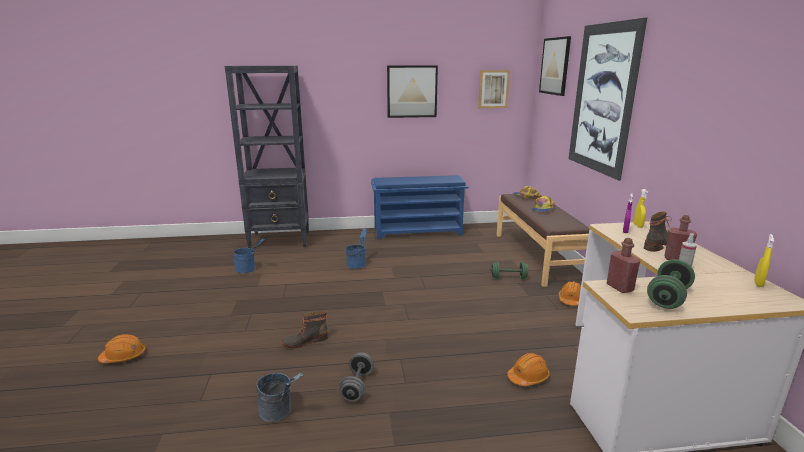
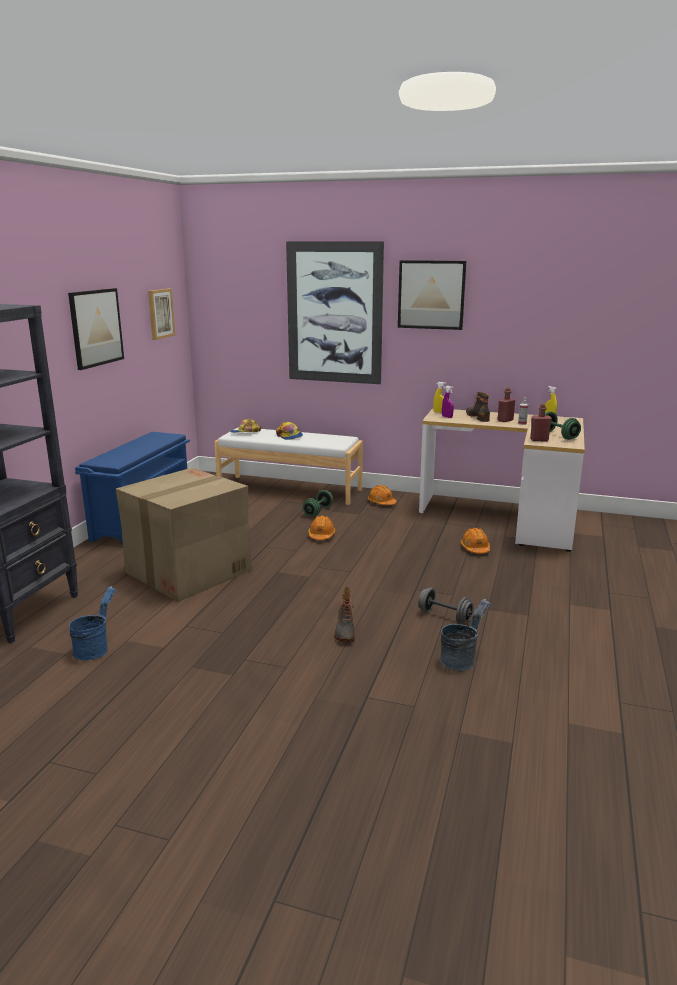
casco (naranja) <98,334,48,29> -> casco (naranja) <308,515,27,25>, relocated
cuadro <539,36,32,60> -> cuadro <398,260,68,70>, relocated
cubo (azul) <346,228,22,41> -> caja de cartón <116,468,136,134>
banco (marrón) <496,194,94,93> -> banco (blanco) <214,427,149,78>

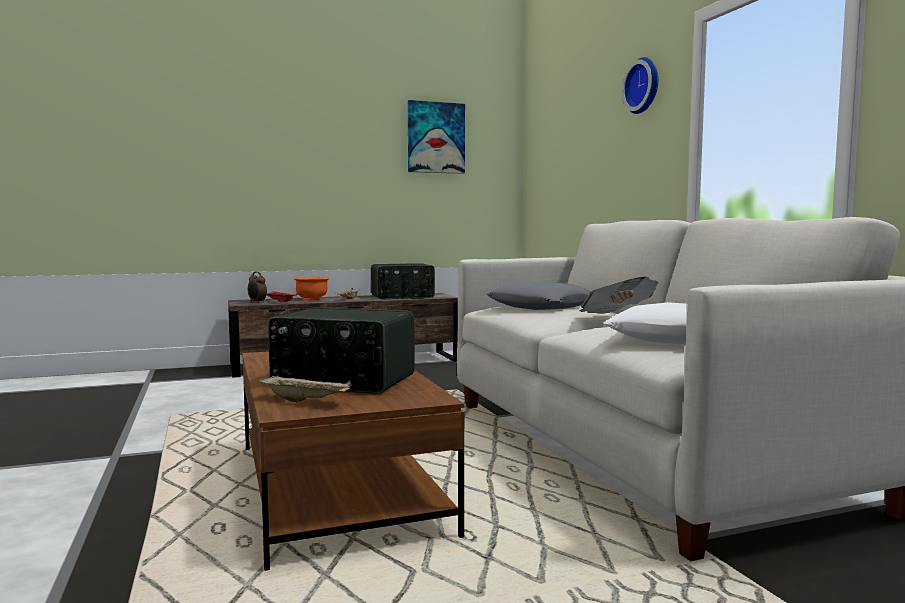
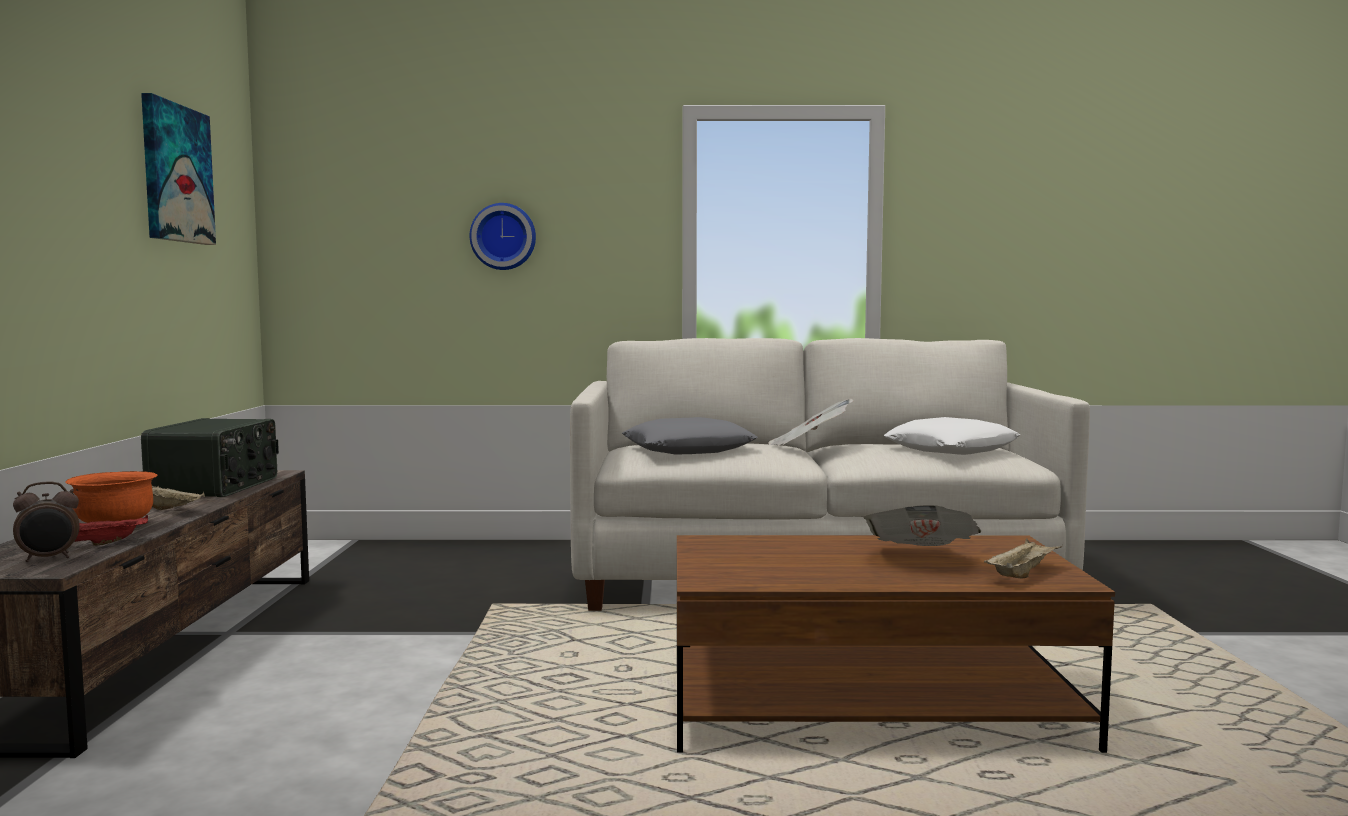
reloj de pared <622,57,36,57> -> reloj de pared <470,203,66,67>, relocated
radio <268,307,147,87> -> periódico <863,505,119,41>

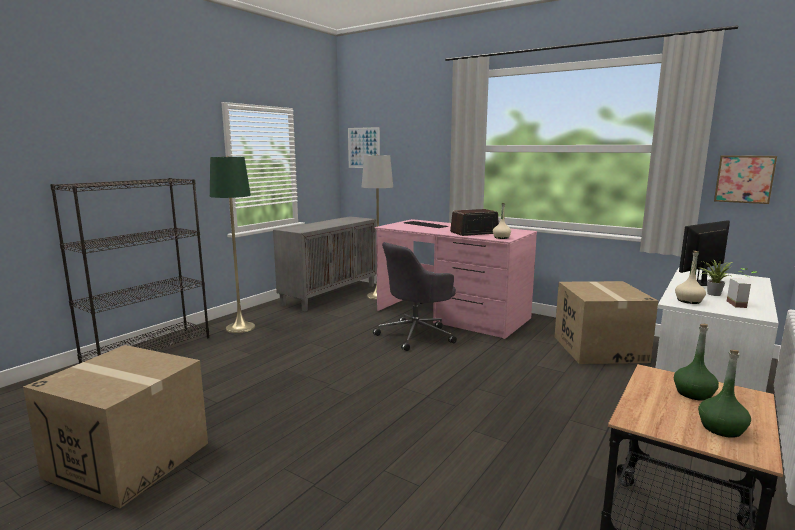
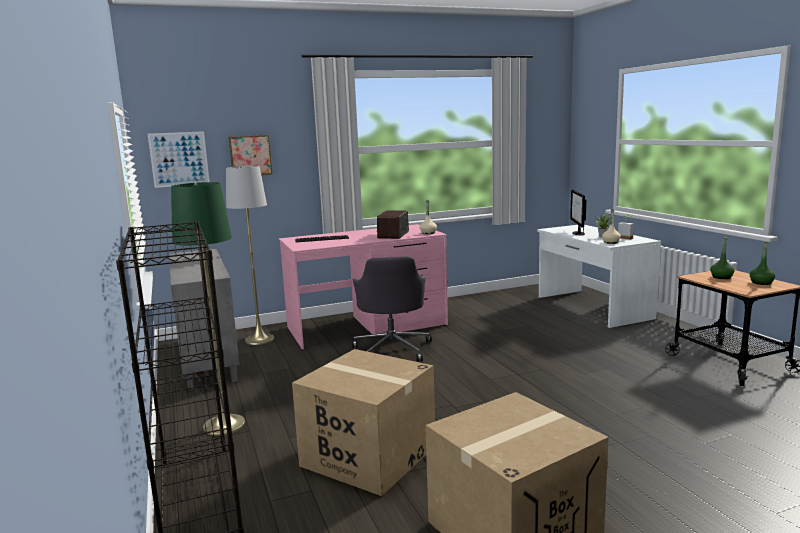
caja de cartón <555,281,103,83> -> caja de cartón <292,349,143,147>, relocated
cuadro <714,156,63,48> -> cuadro <229,135,43,40>, relocated

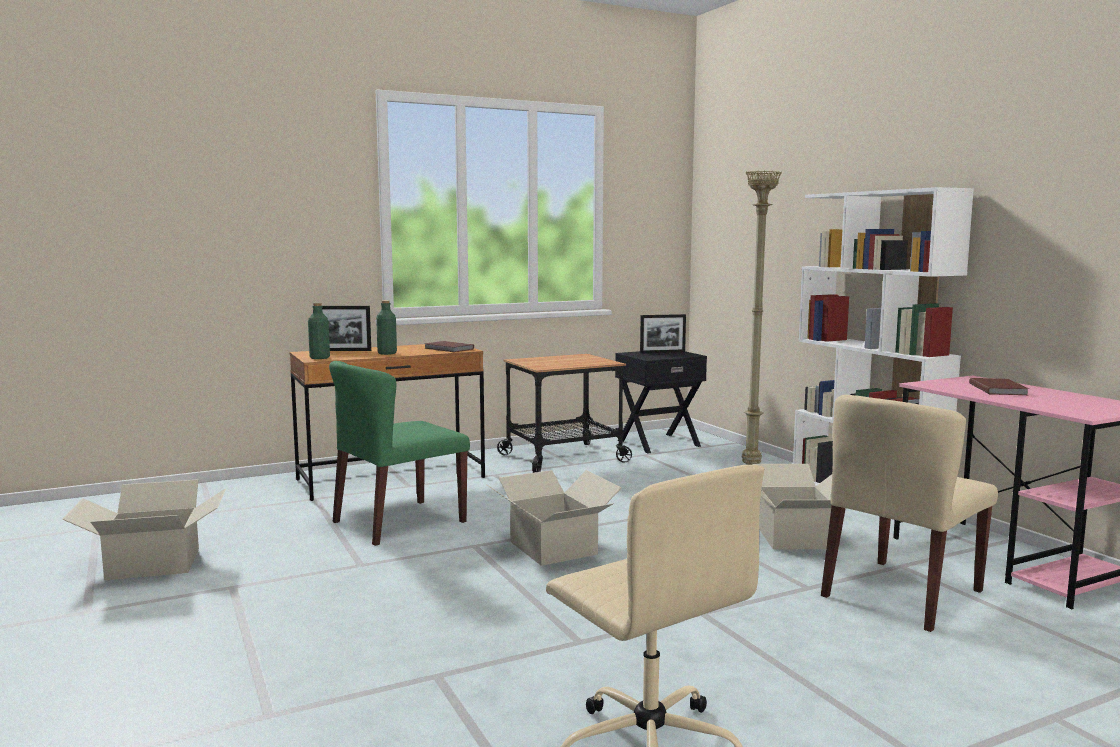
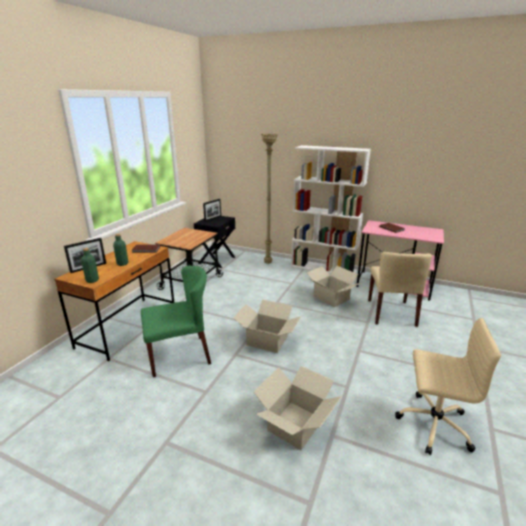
caja de cartón <62,479,164,101> -> caja de cartón <254,366,87,84>, relocated
silla (verde) <329,361,141,185> -> silla (verde) <141,266,70,111>, 120 degrees counterclockwise

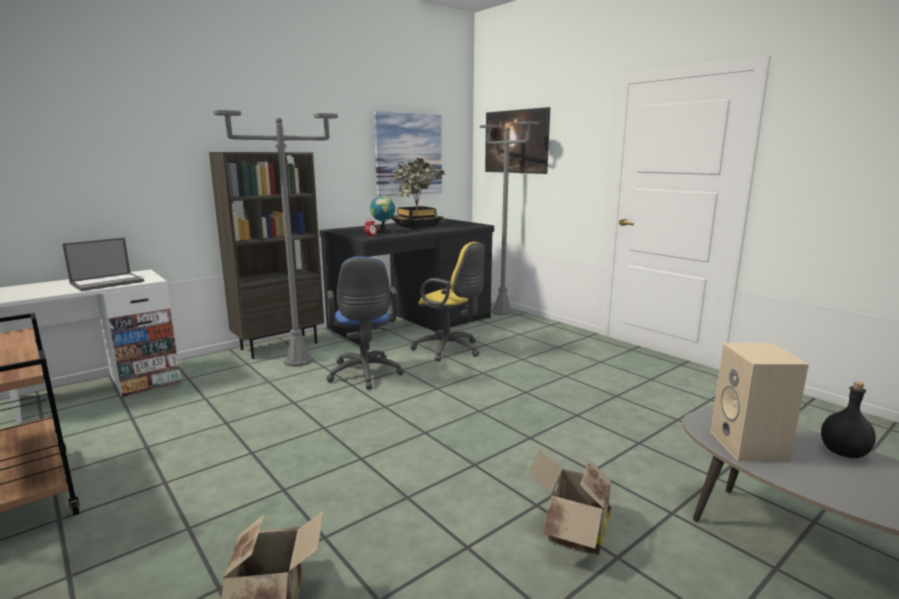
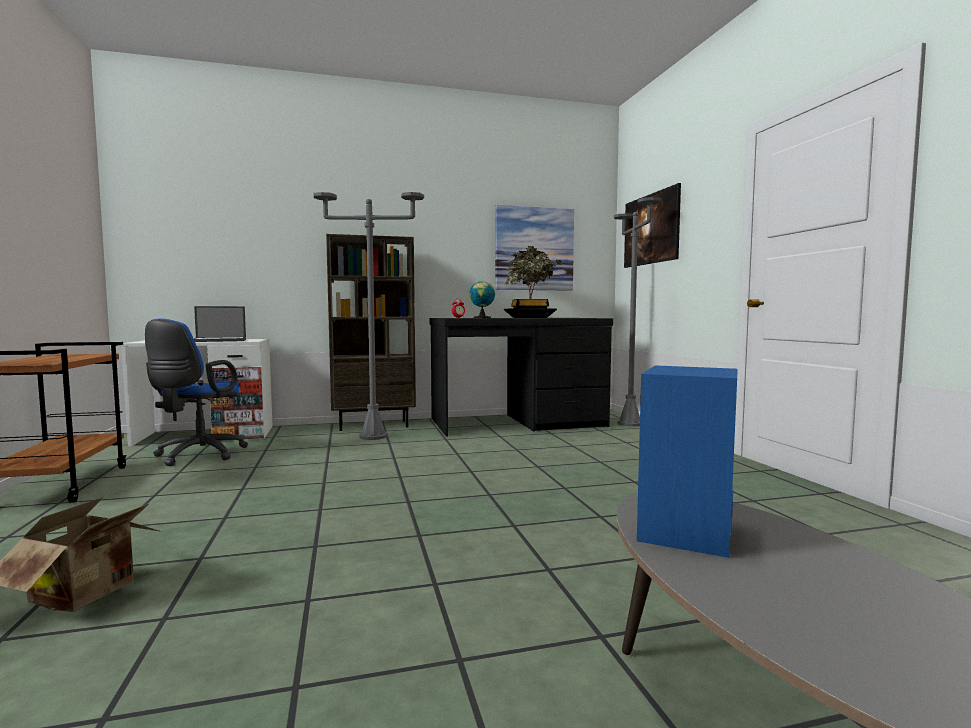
silla de oficina (amarillo) <410,242,75,120> -> none
caja de cartón <528,449,85,106> -> none
botella (negro) <821,381,55,77> -> none
silla de oficina (azul) <326,256,78,133> -> silla de oficina (azul) <145,318,103,148>, relocated
altavoz (beis) <710,343,99,119> -> altavoz (azul) <637,365,101,193>

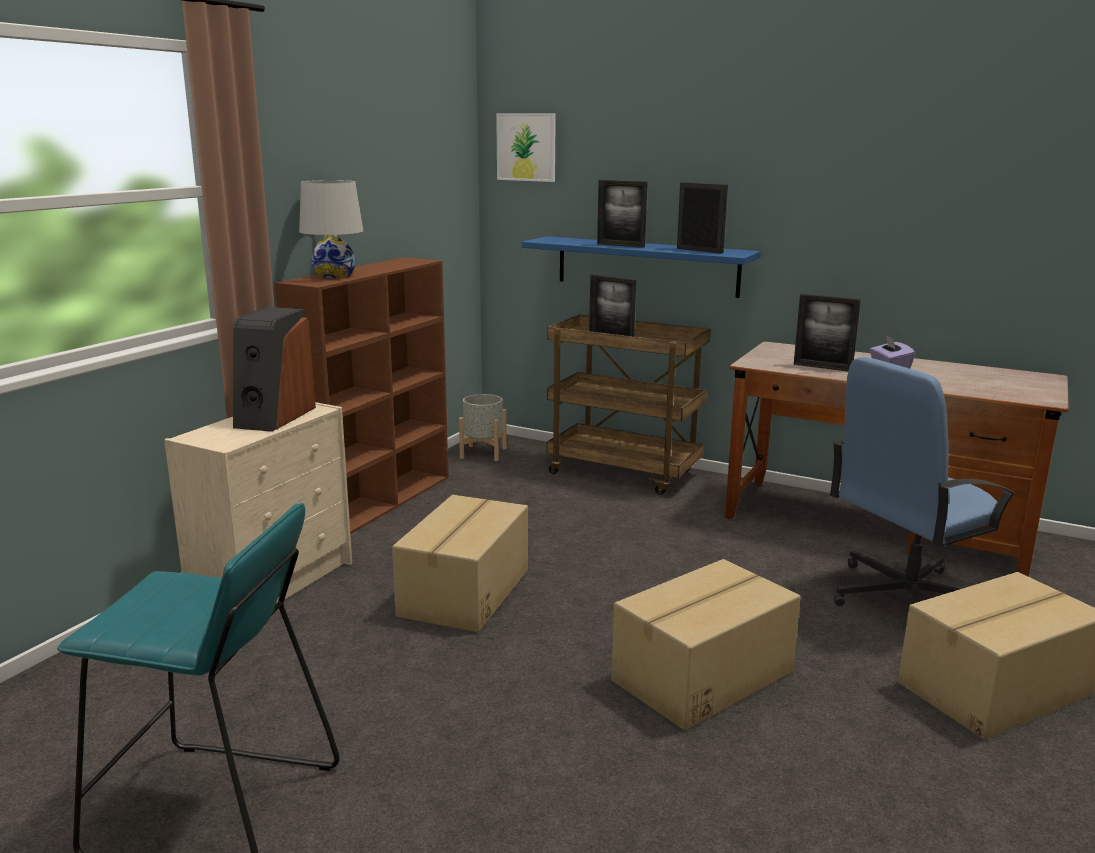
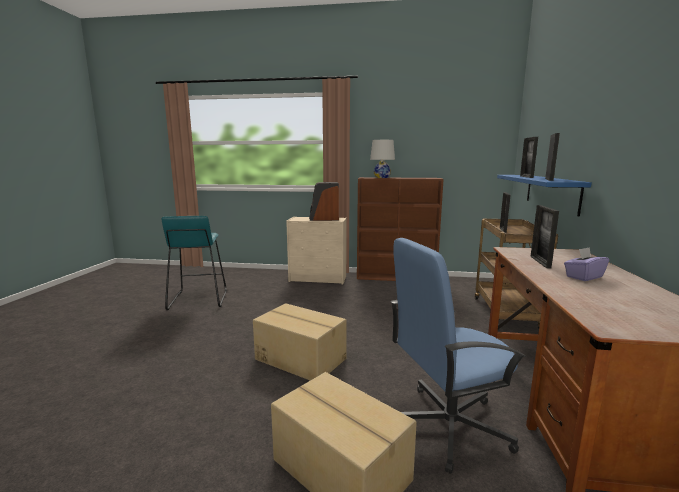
caja de cartón <392,495,136,138> -> none
maceta (gris) <459,394,48,67> -> none
cuadro <496,113,60,69> -> none
silla de oficina (azul) <830,357,187,249> -> silla de oficina (azul) <390,238,136,236>, 60 degrees counterclockwise

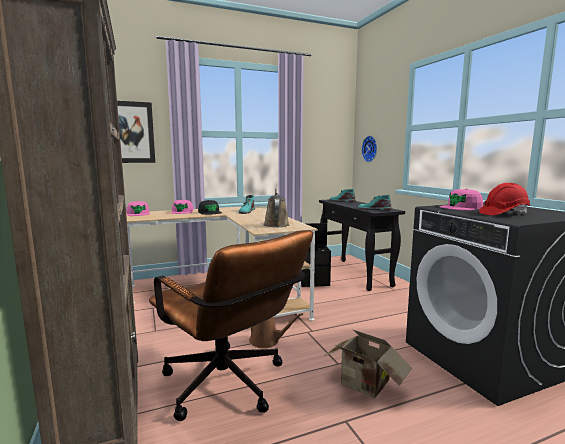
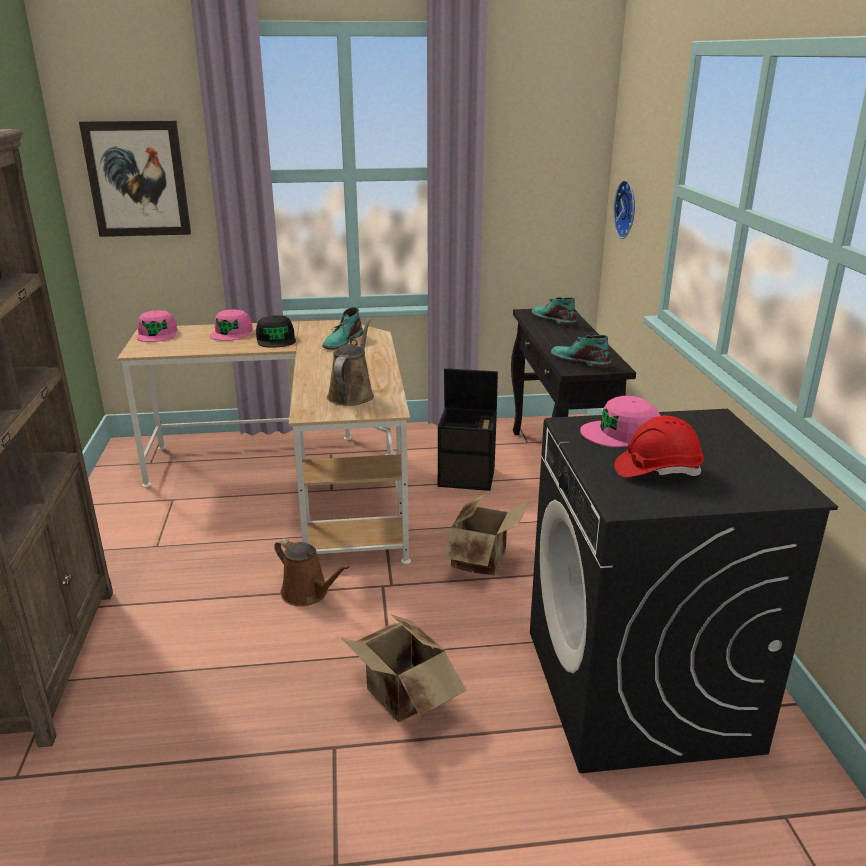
silla de oficina (marrón) <149,230,164,191> -> none
none -> caja de cartón <443,494,86,81>

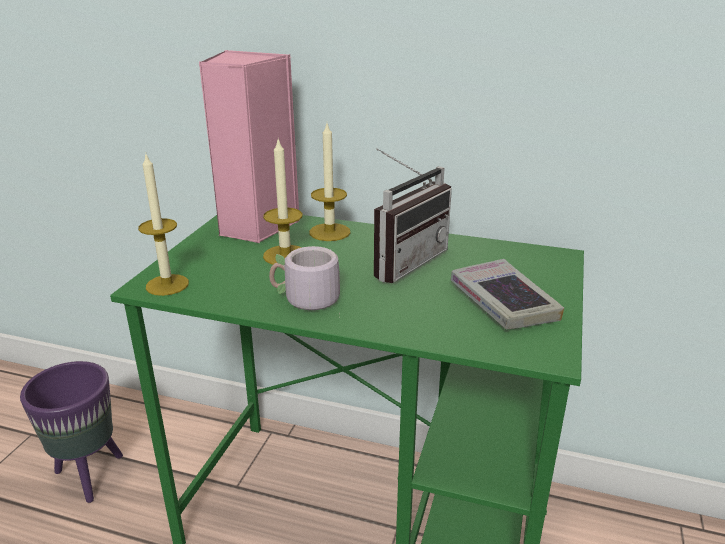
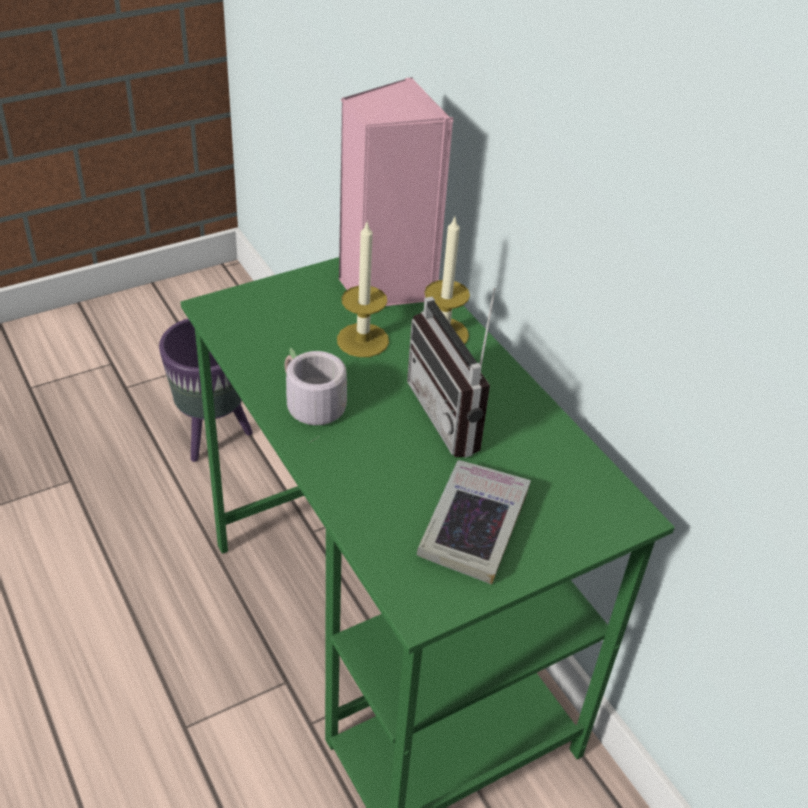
vela <138,155,51,141> -> none
radio <374,148,78,135> -> radio <407,288,89,170>, 75 degrees clockwise

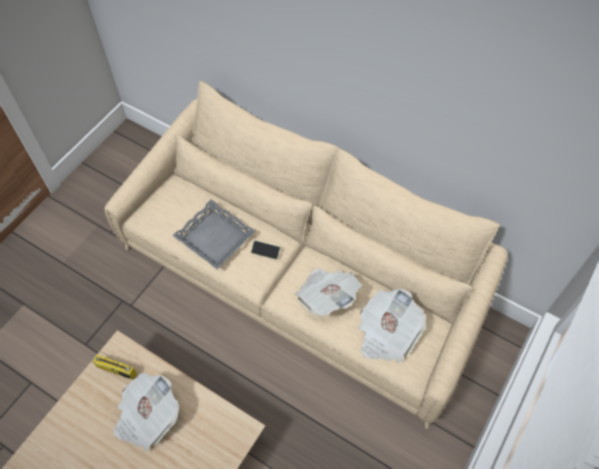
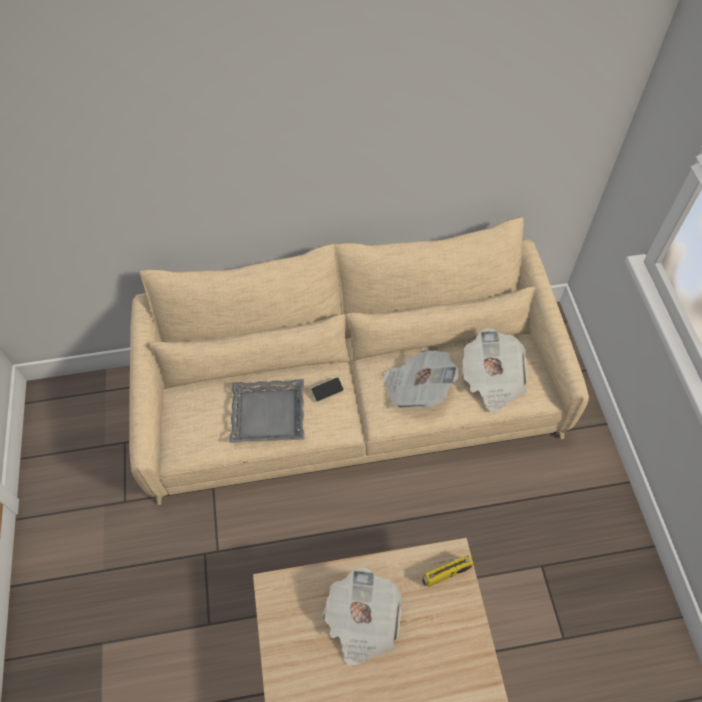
radio <92,348,45,32> -> radio <422,554,52,33>, relocated

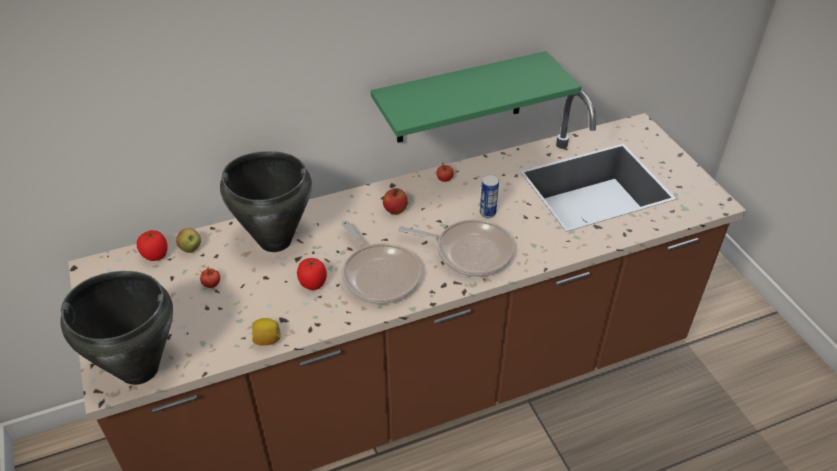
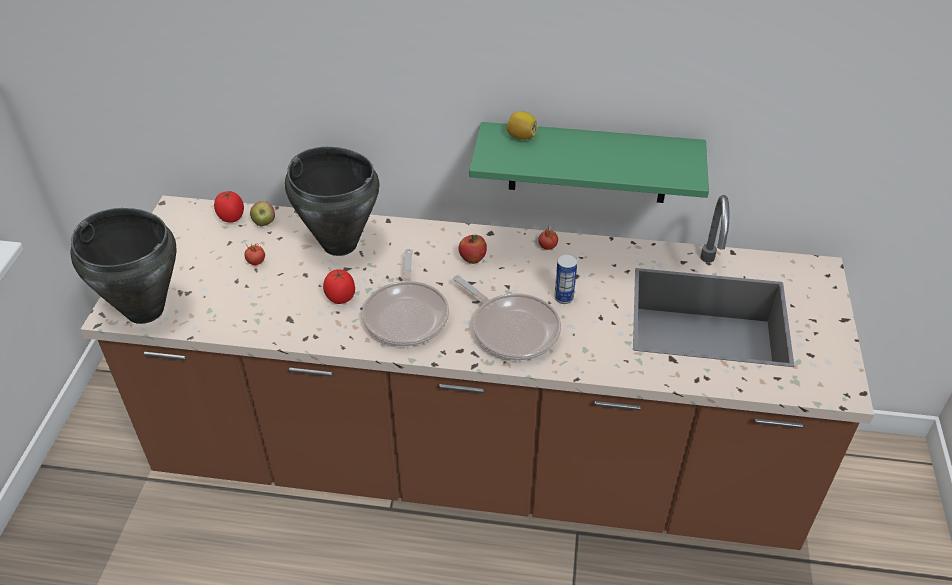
limón <252,318,29,27> -> limón <506,111,31,29>, relocated

